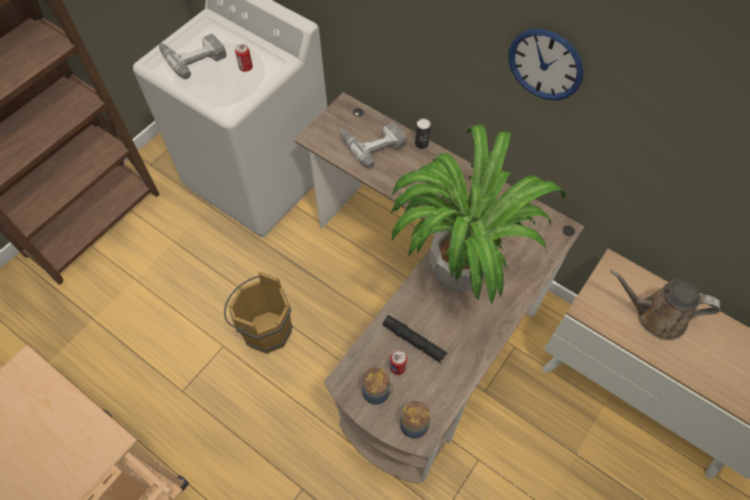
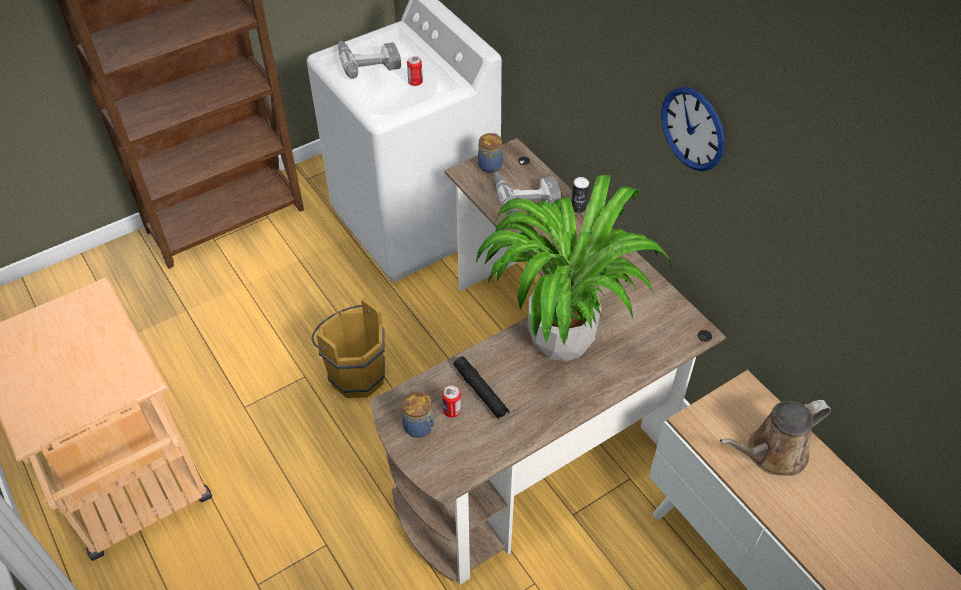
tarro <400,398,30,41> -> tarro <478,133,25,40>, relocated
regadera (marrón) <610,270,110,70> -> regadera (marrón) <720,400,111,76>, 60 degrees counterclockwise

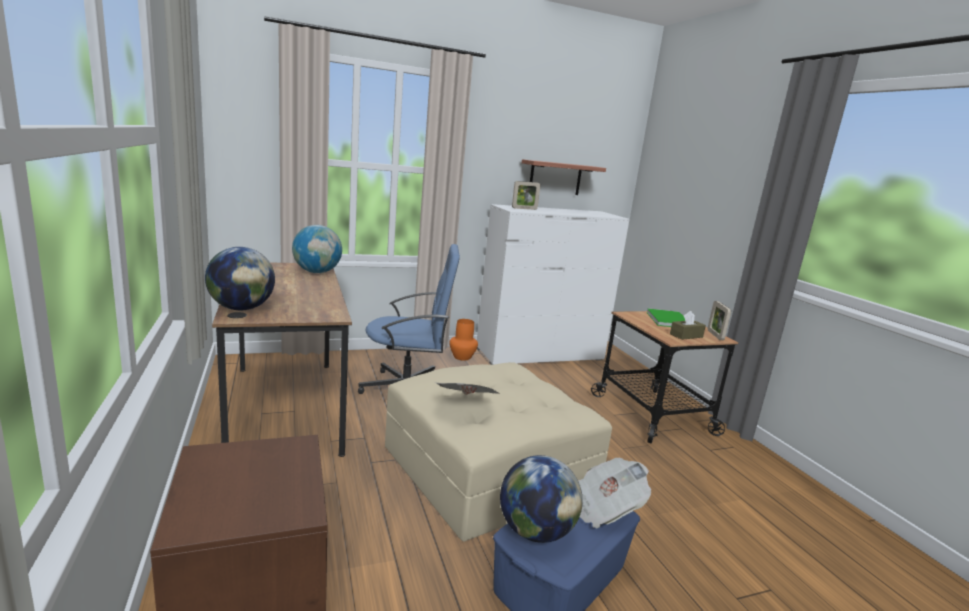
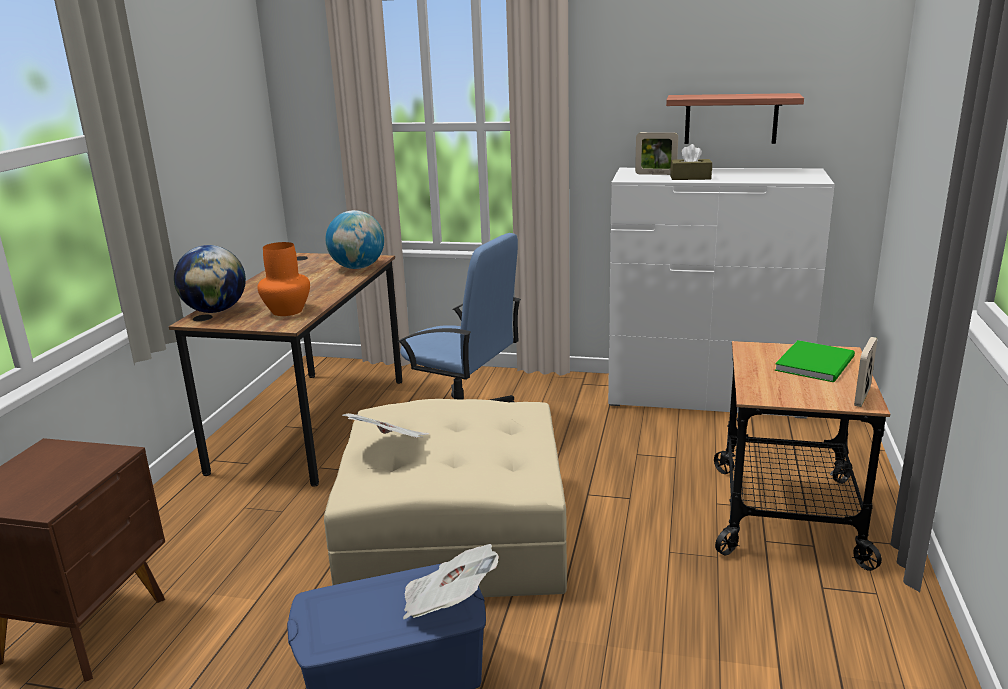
globo terráqueo <500,455,83,88> -> none
florero (naranja) <449,319,29,42> -> florero (naranja) <257,242,53,74>, relocated
caja de pañuelos (marrón) <670,311,36,29> -> caja de pañuelos (marrón) <670,144,42,36>, relocated

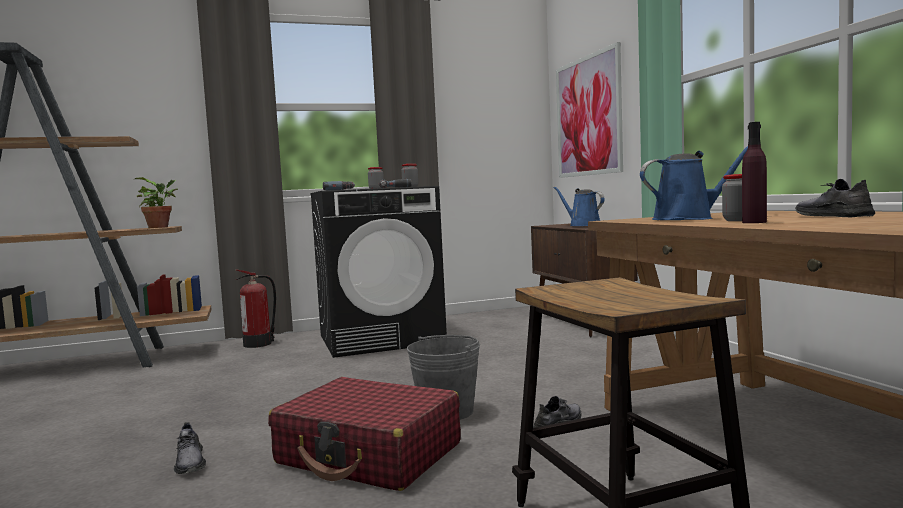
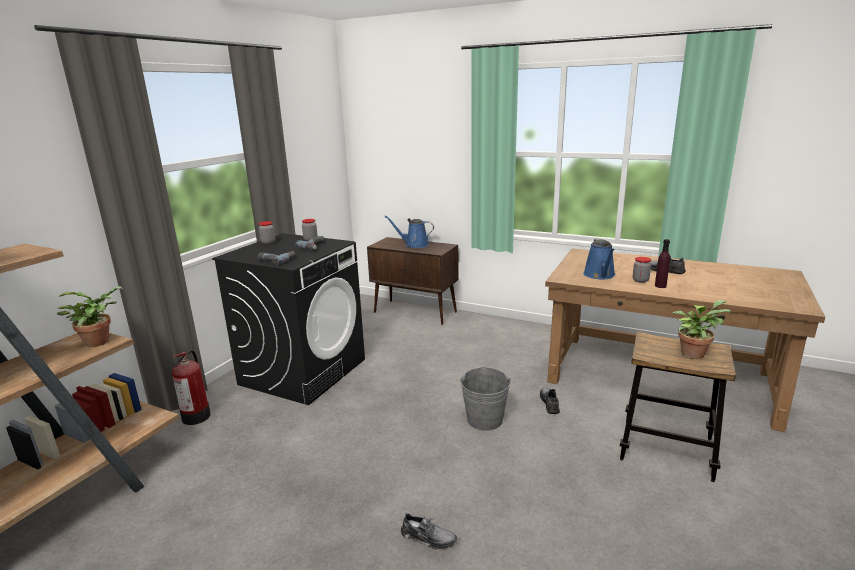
maleta (rojo) <268,377,193,114> -> none
cuadro <556,42,67,136> -> none
none -> planta en maceta <672,300,59,59>
regadera (azul) <640,146,108,74> -> regadera (azul) <583,238,33,41>, 150 degrees clockwise

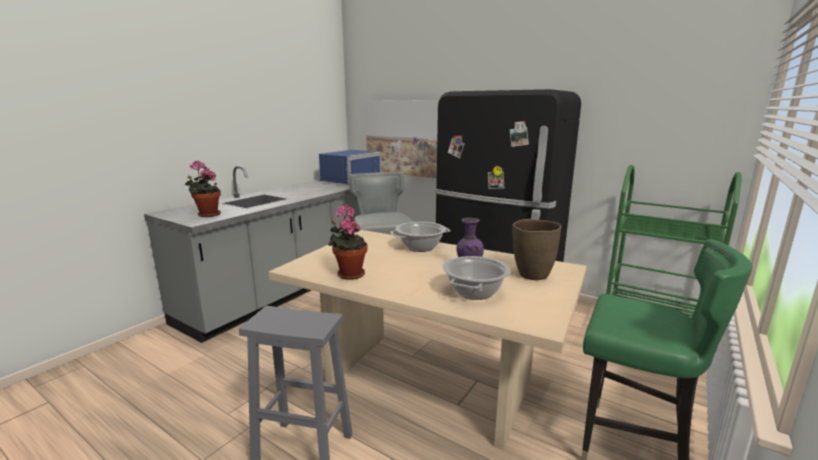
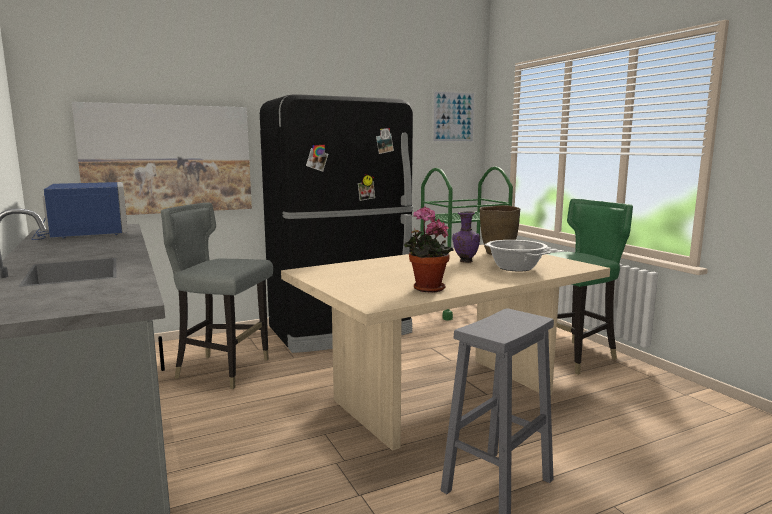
planta en maceta <185,160,36,57> -> none
olla <390,222,61,30> -> none
none -> cuadro <432,90,44,53>

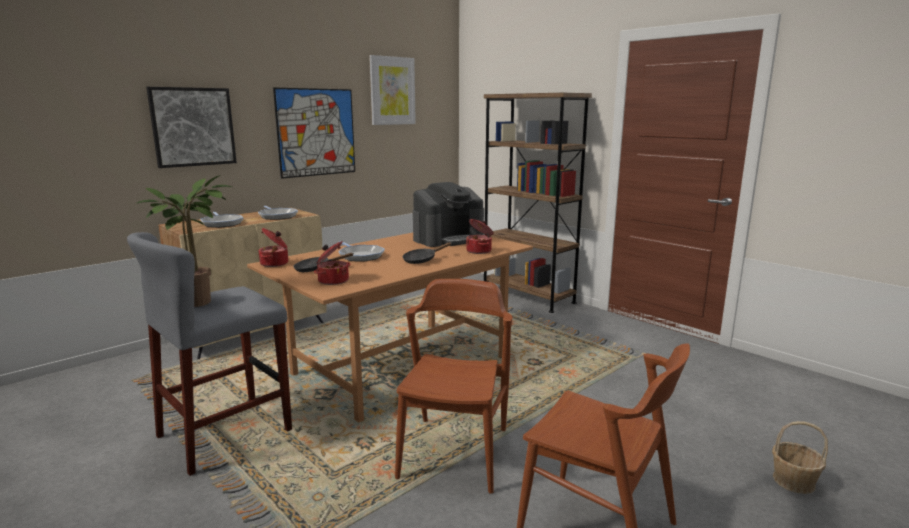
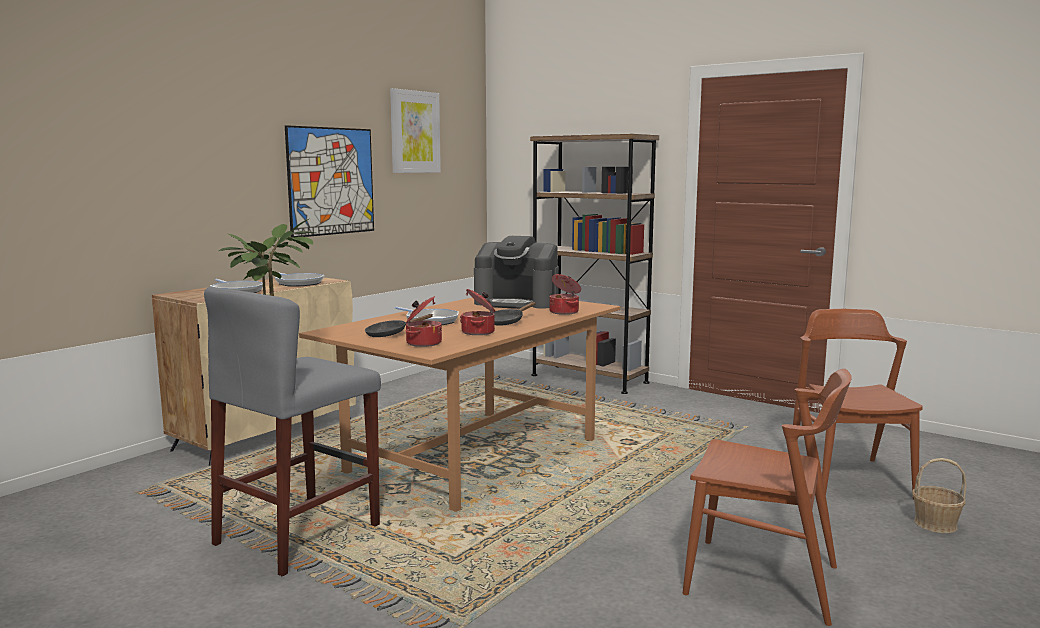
cuadro <146,87,91,81> -> none
olla <258,228,30,39> -> olla <460,289,35,46>, relocated
silla (marrón) <395,279,118,215> -> silla (marrón) <793,309,130,191>, relocated
cafetera <413,182,71,65> -> cafetera <474,236,85,73>, 60 degrees clockwise

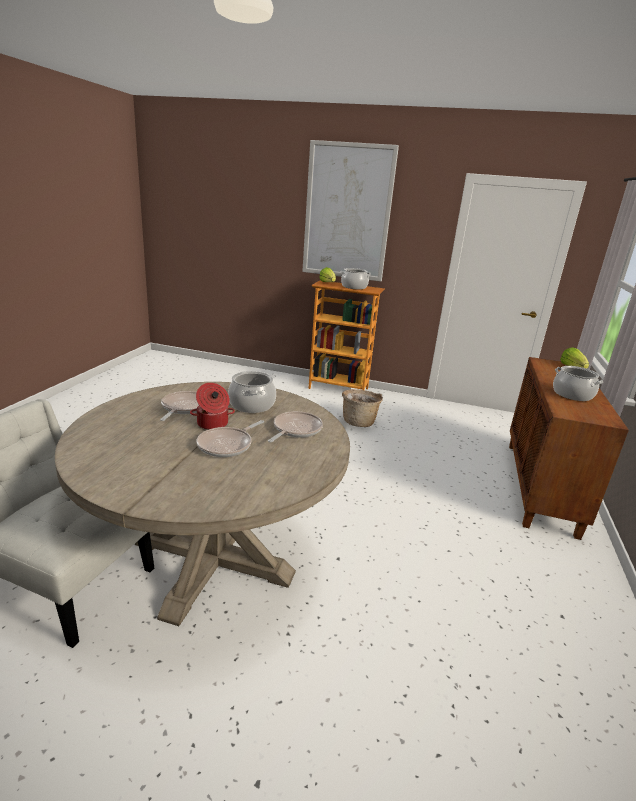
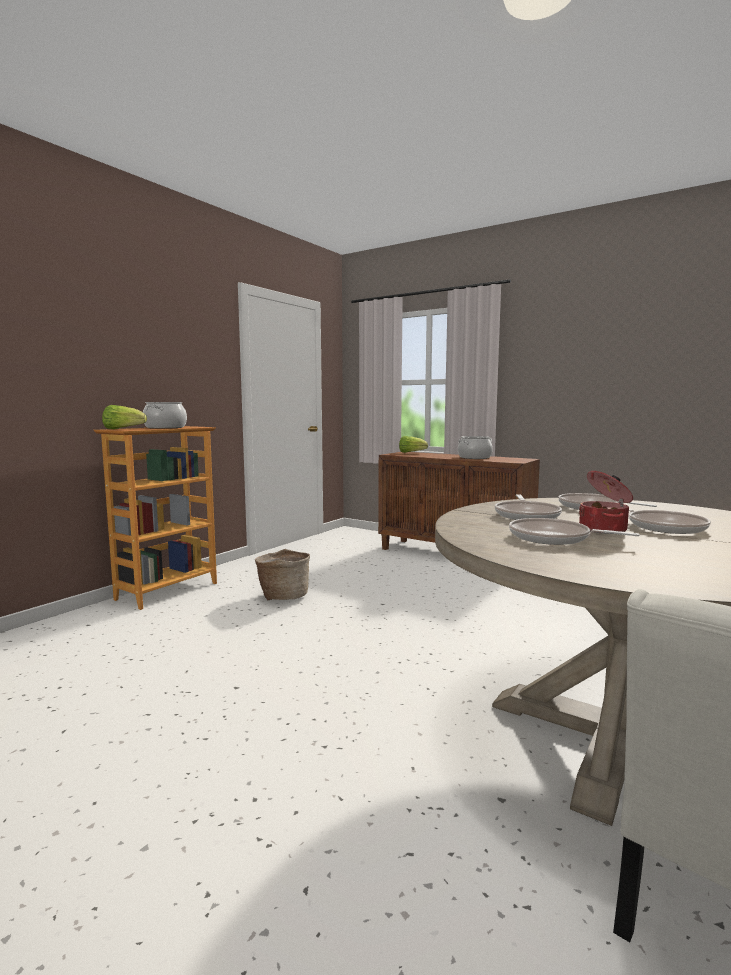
cuadro <302,140,97,142> -> none
olla <228,371,48,42> -> sartén <495,494,67,26>

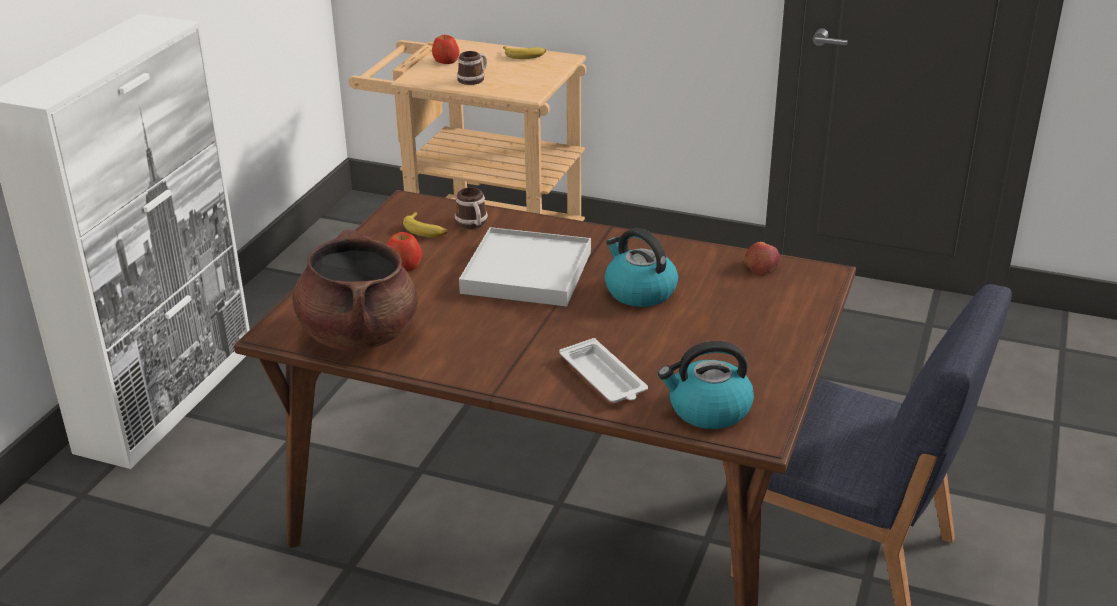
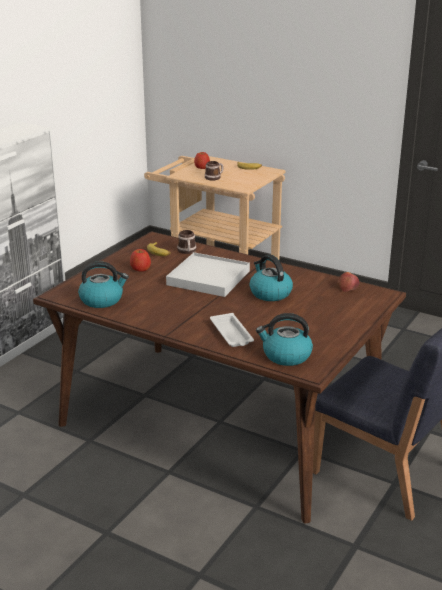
olla (marrón) <292,228,126,123> -> hervidor <78,261,51,47>

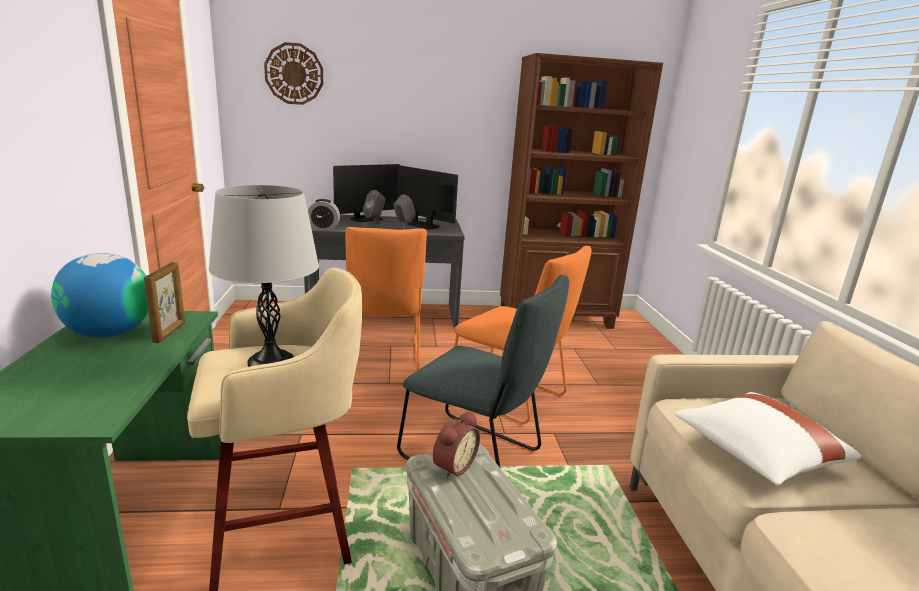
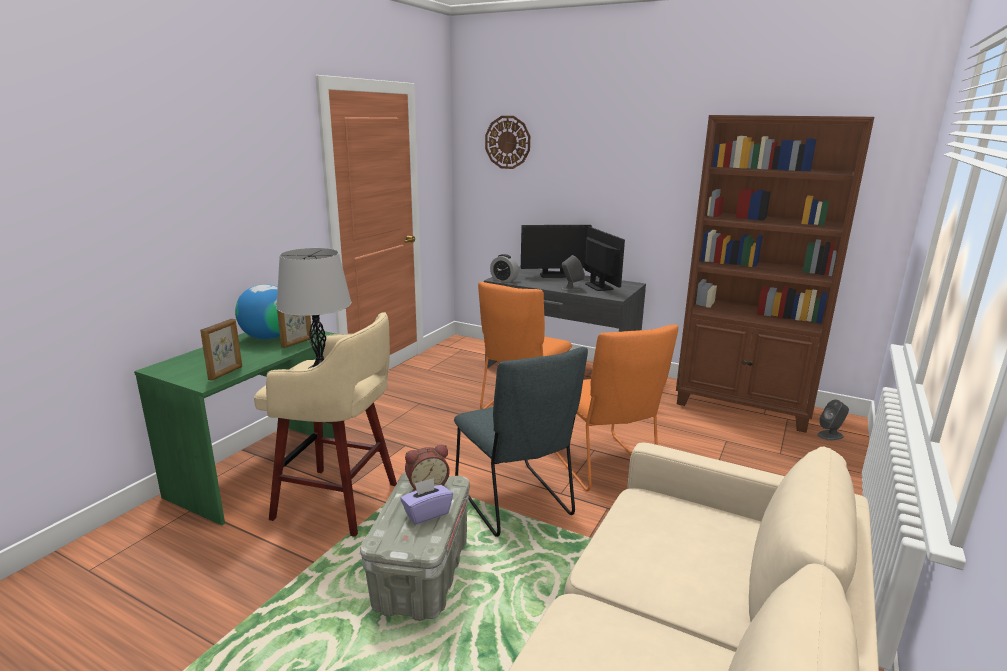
cojín (blanco) <674,392,188,93> -> none
none -> portarretratos <200,319,42,62>
none -> caja de pañuelos (morado) <400,478,53,46>
altavoz (gris) <363,190,22,38> -> altavoz (gris) <817,399,32,42>, relocated

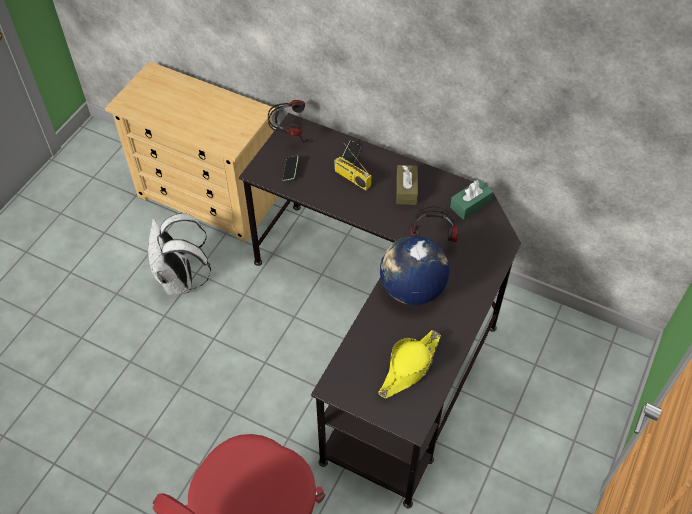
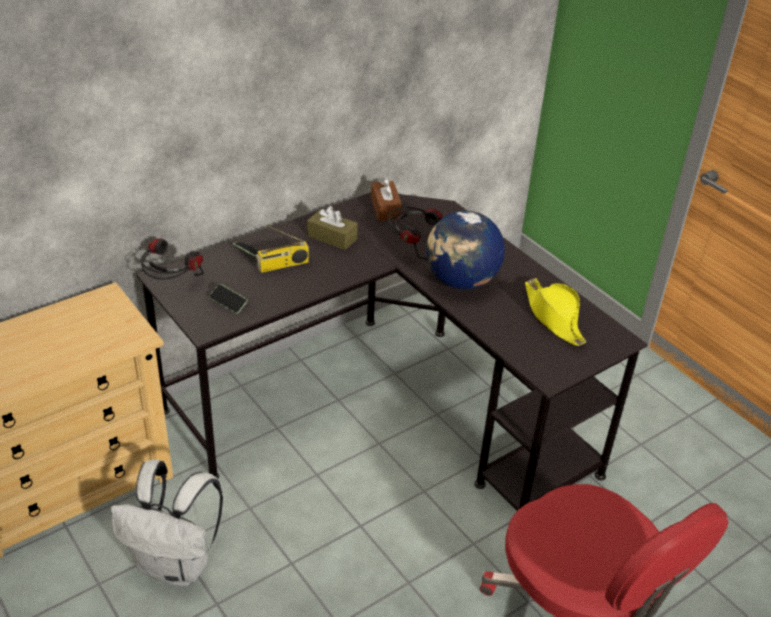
caja de pañuelos (verde) <450,179,44,41> -> caja de pañuelos (marrón) <371,177,31,44>

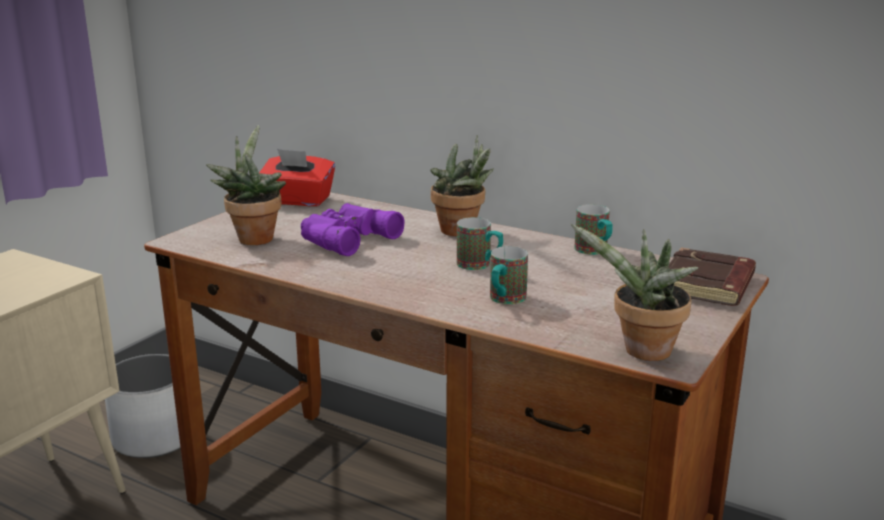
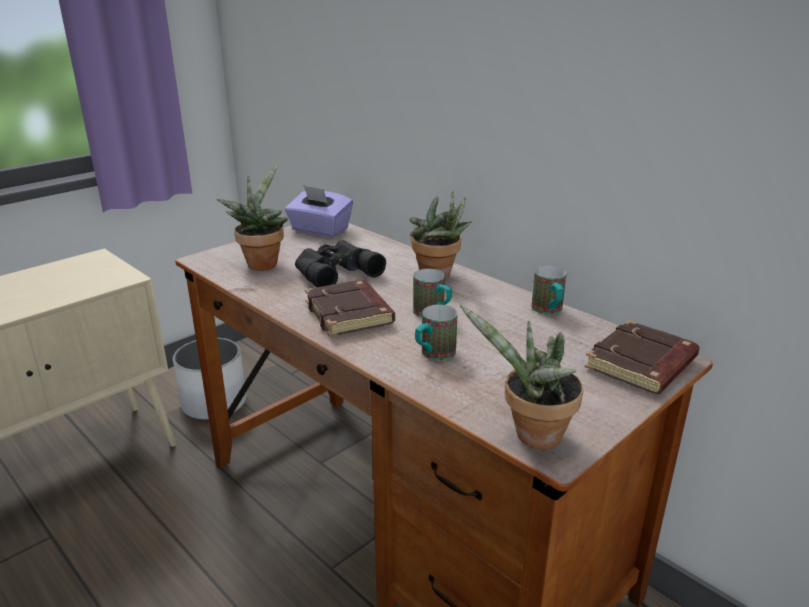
none -> libro (marrón) <305,280,90,57>
caja de pañuelos (rojo) <259,149,76,57> -> caja de pañuelos (morado) <285,185,68,52>
prismáticos (morado) <301,203,103,53> -> prismáticos (negro) <295,240,91,47>

